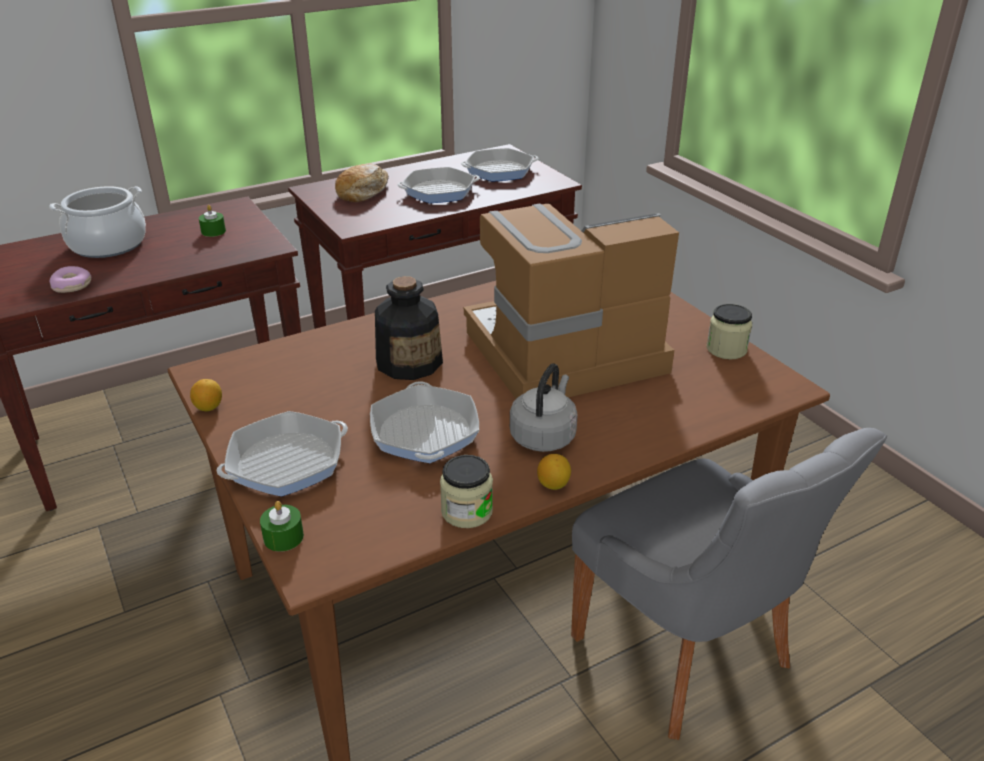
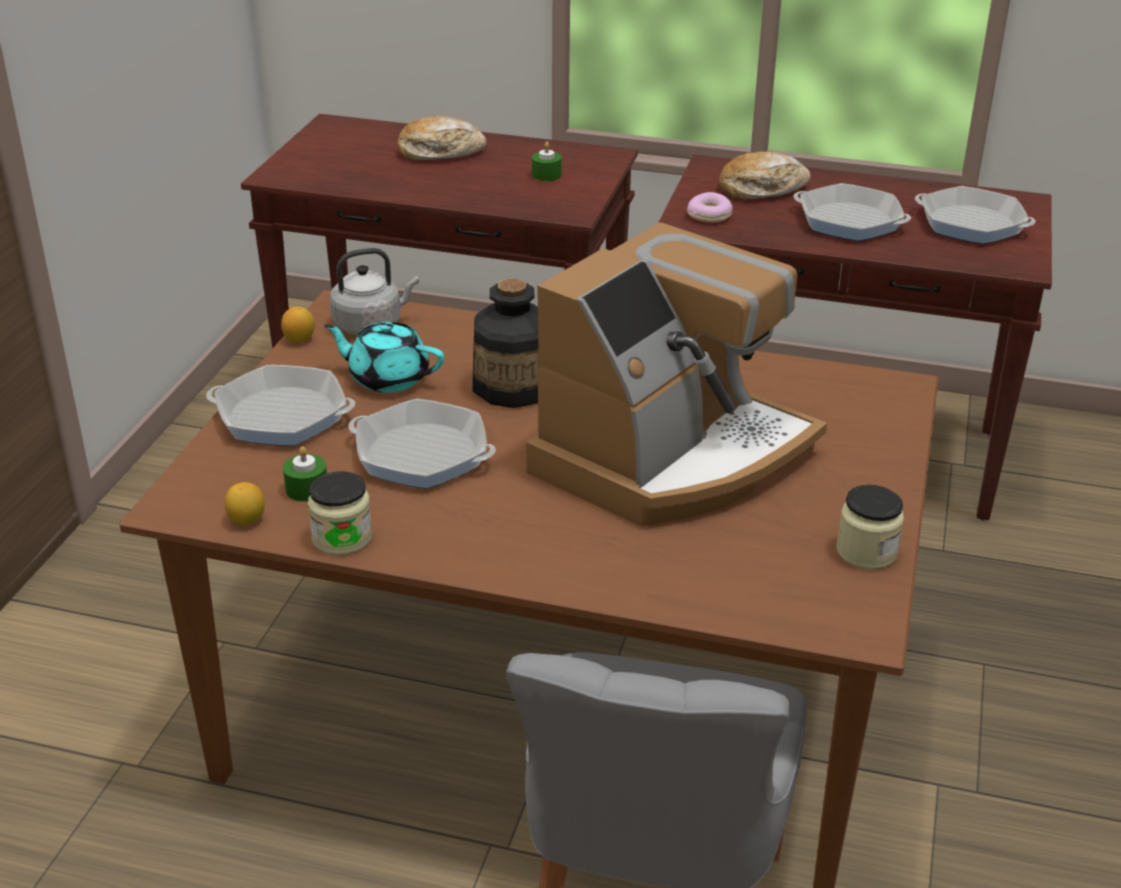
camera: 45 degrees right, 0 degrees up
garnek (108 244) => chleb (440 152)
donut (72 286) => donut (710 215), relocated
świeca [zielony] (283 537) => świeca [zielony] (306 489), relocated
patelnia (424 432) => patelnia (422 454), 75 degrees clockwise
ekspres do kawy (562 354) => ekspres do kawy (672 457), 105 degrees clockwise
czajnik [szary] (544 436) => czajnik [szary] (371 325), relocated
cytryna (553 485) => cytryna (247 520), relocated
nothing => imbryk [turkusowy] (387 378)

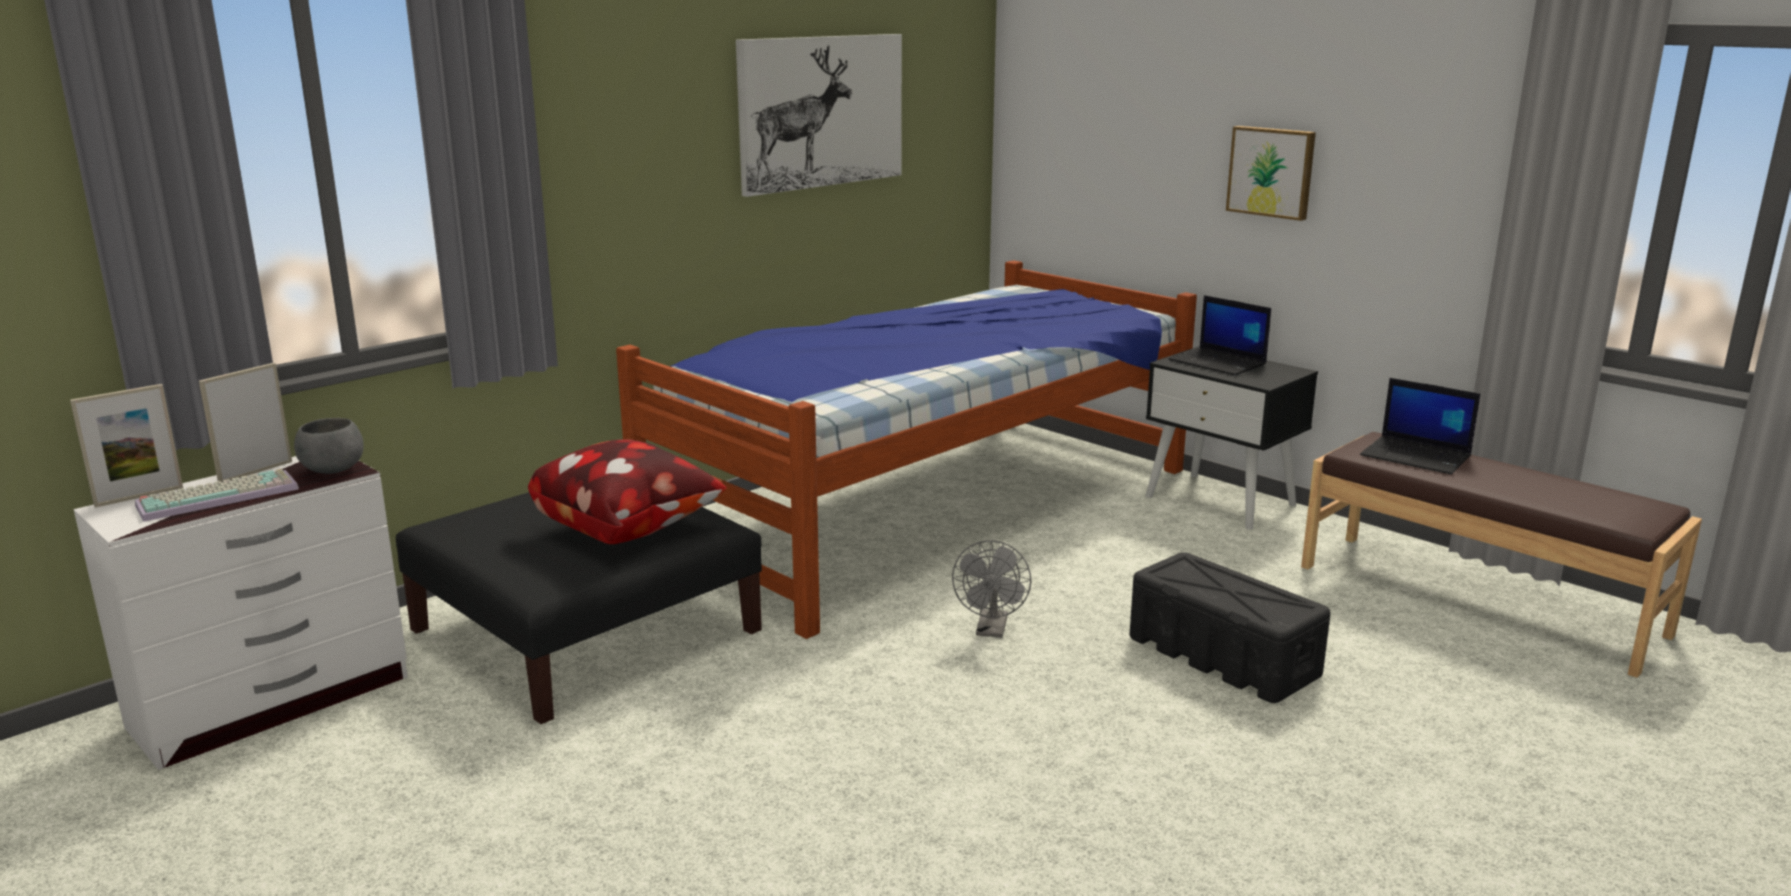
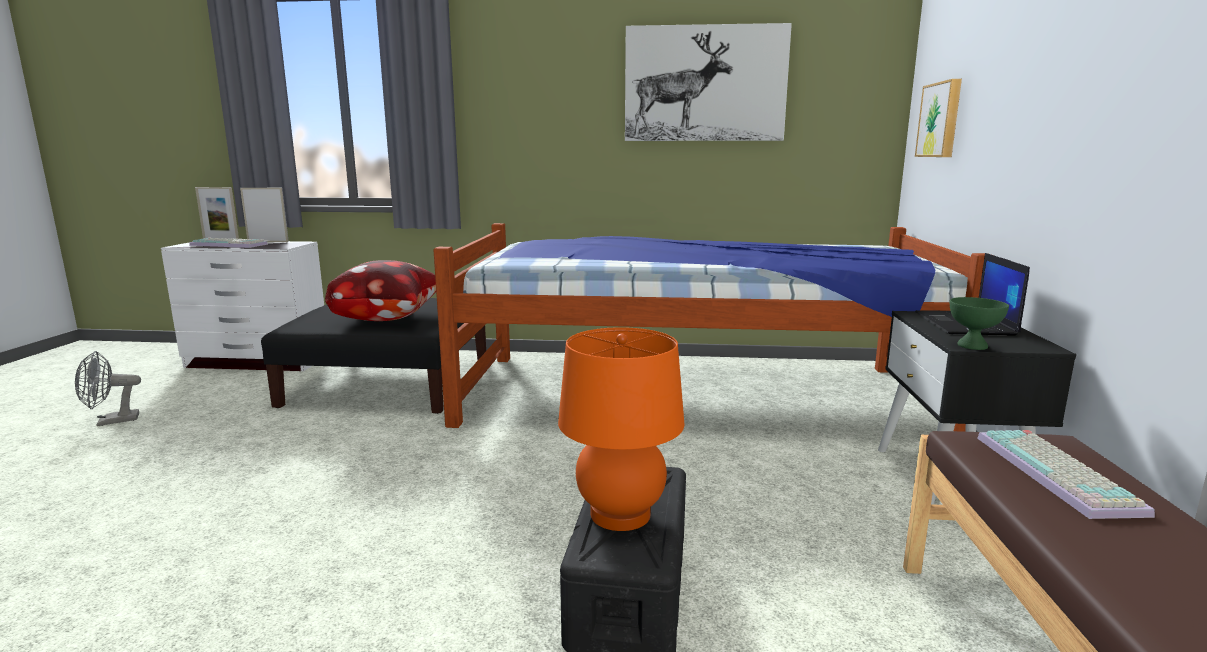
camera: 50 degrees right, 5 degrees down
miska [szary] (333 470) => nothing
wentylator [szary] (991 630) => wentylator [szary] (111 421), relocated
obraz (1272 172) => obraz (941 120), relocated
laptop (1417 456) => klawiatura (1059 474)
nothing => lampa stołowa [pomarańczowy] (620 514)
nothing => miska [zielony] (972 345)

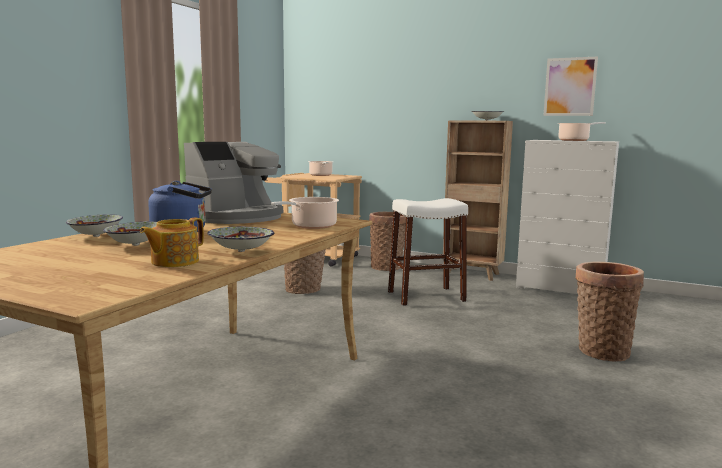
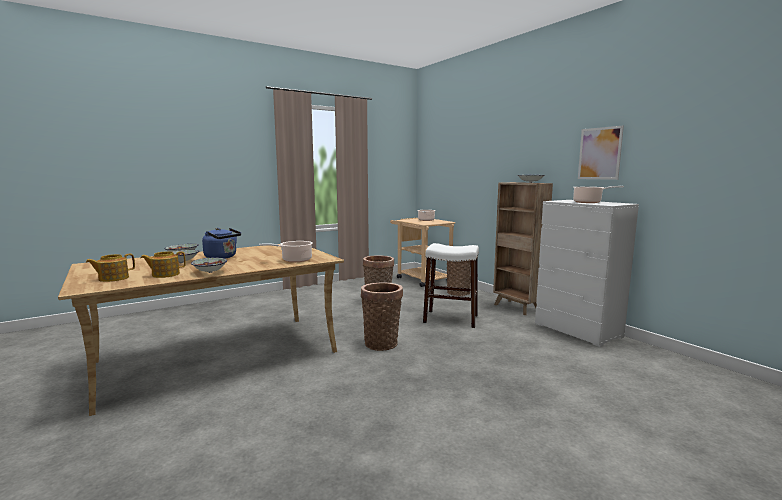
camera: 30 degrees right, 0 degrees up
ekspres do kawy (236 217) => nothing
koszyk (601 350) => koszyk (382 343), relocated
nothing => imbryk (113 278)

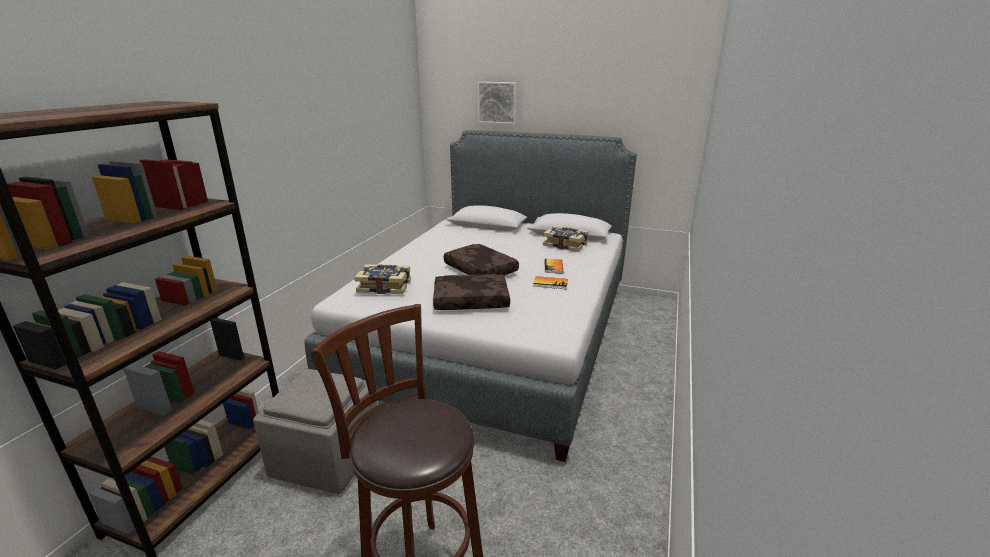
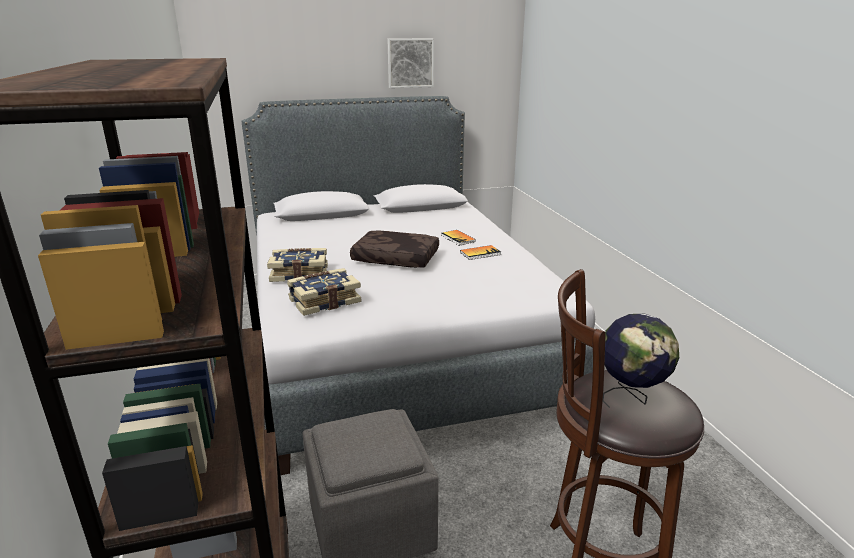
camera: 35 degrees left, 0 degrees up
poduszka [brązowy] (471 300) => nothing
obraz (497 102) => obraz (410 63), relocated
książka (565 245) => książka (299 273), relocated
nothing => globus (631 398)

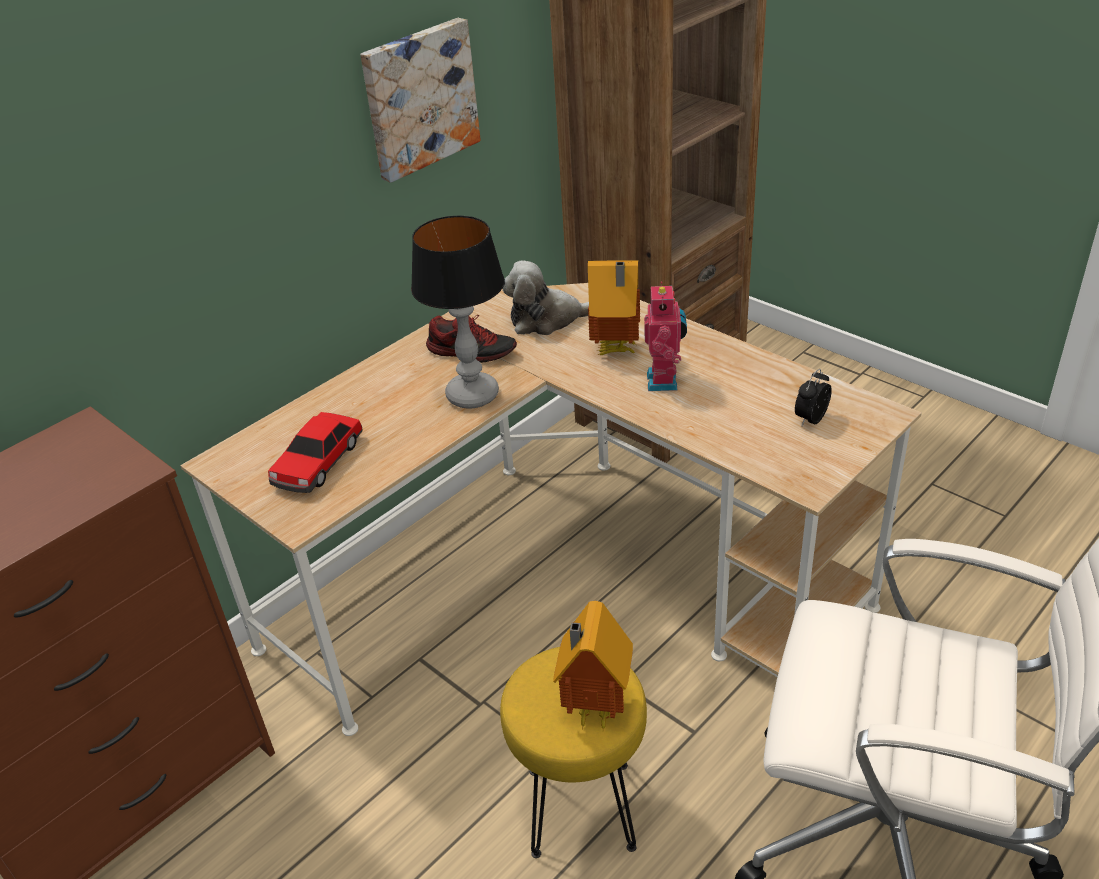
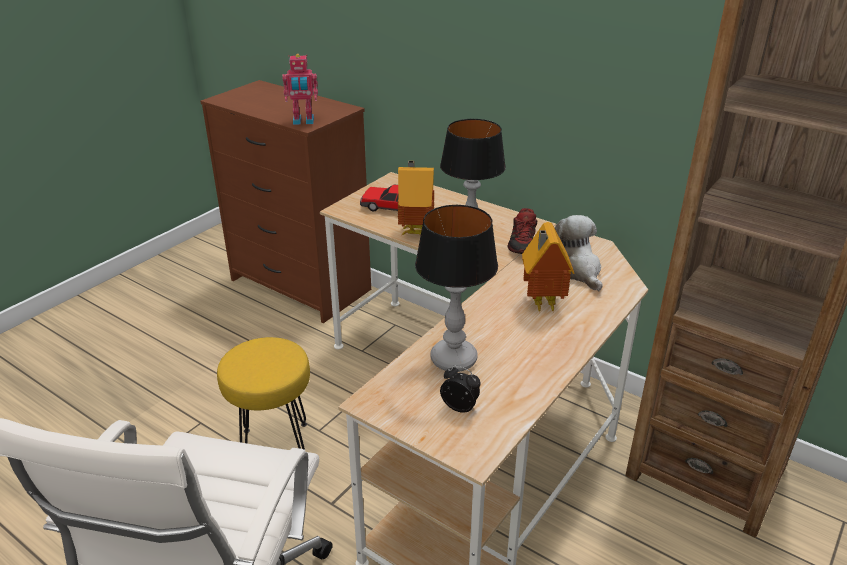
camera: 80 degrees right, 5 degrees down
obraz (419 98) => nothing
domek (592 709) => domek (415 231), relocated
robot zabawkowy (665 381) => robot zabawkowy (303 121), relocated
nothing => lampa stołowa (454 360)

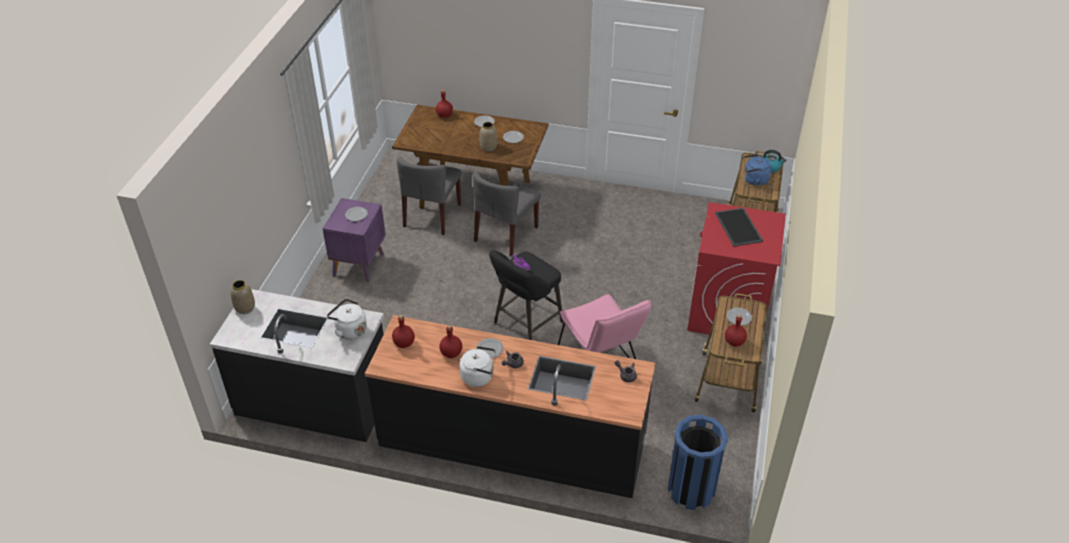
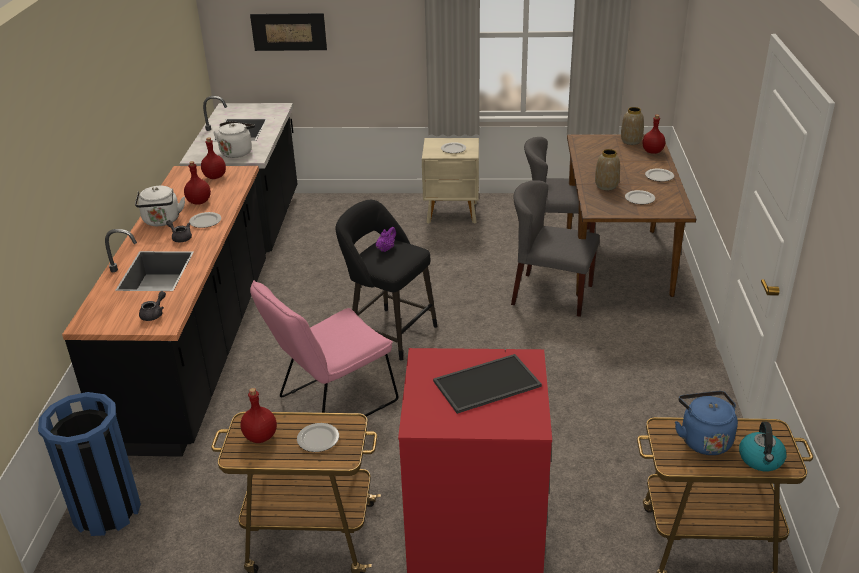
camera: 80 degrees right, 10 degrees down
wazon (245 308) => wazon (631 141), relocated
szafka nocna [fioletowy] (359 264) => szafka nocna [beżowy] (452 213)
nothing => obraz (289 32)

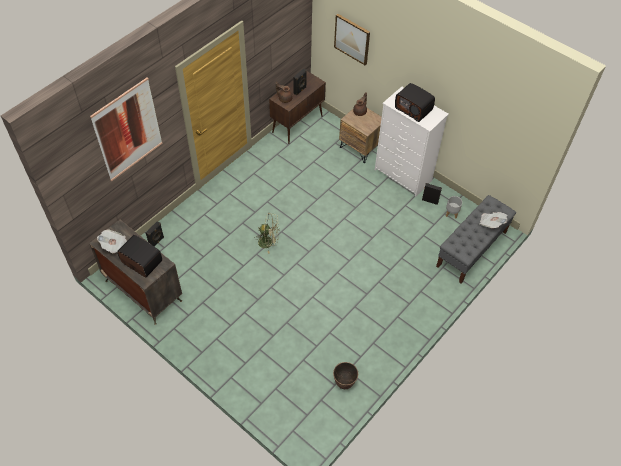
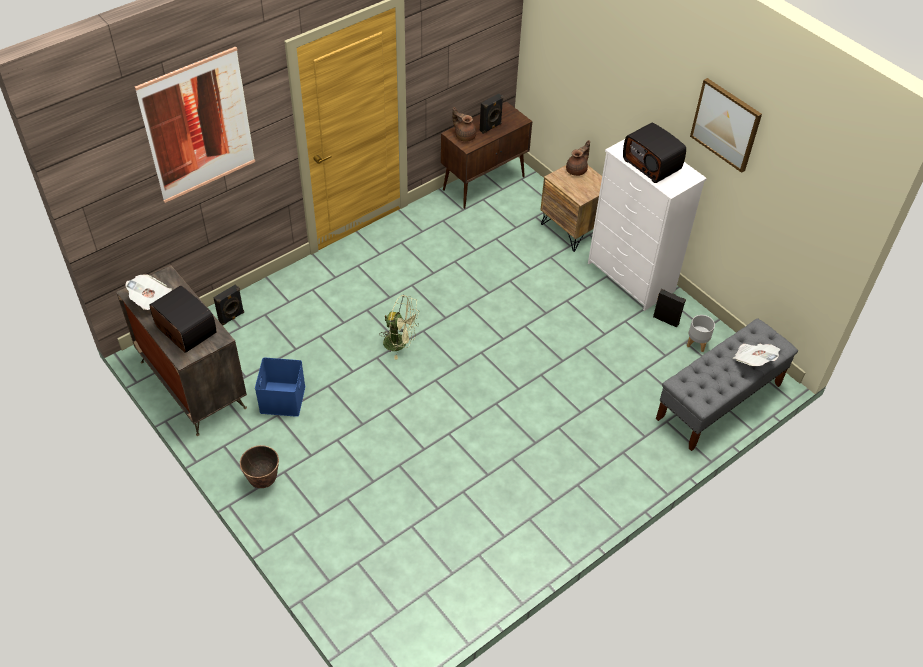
camera: 10 degrees right, 5 degrees down
donica (344 383) => donica (263 480), relocated
obraz (352 39) => obraz (726 124), relocated
nothing => pojemnik do przechowywania [niebieski] (282 398)

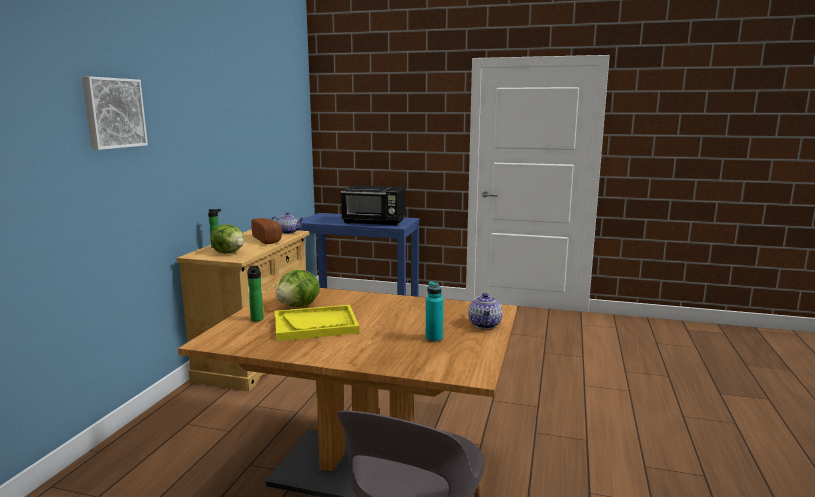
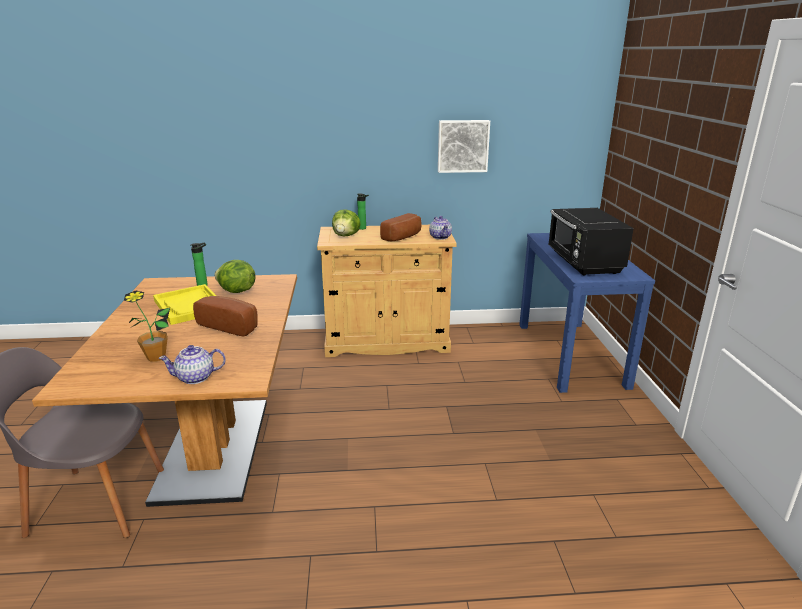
camera: 70 degrees right, 10 degrees up
obraz (113 113) => obraz (462 146), relocated
butelka [turkusowy] (434 338) => roślina doniczkowa (156 357)
nothing => chleb (231 325)

